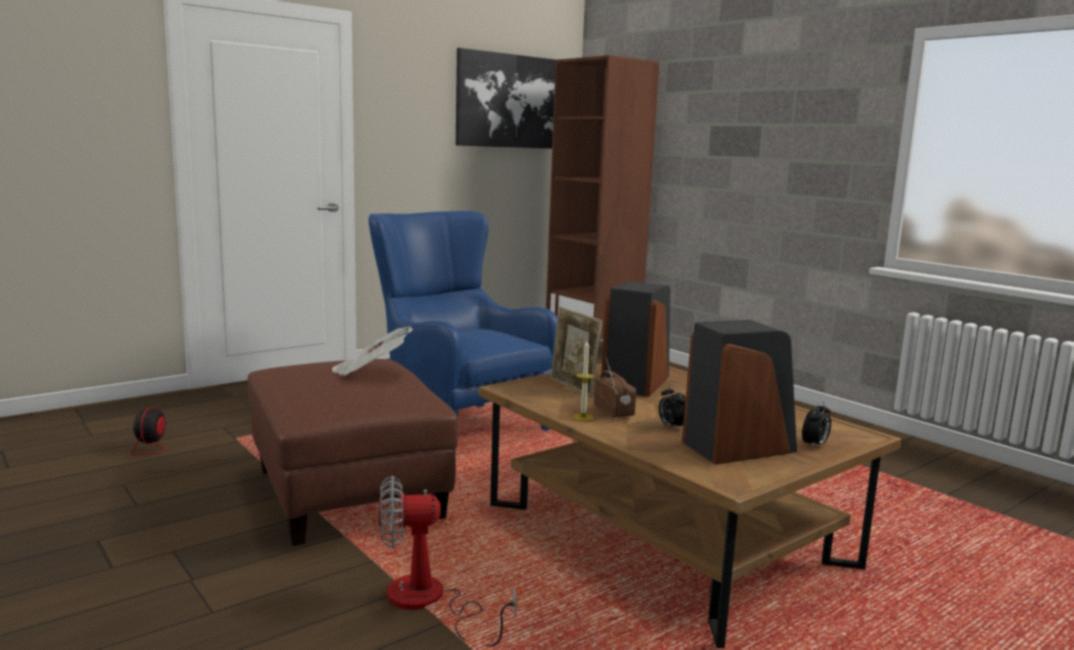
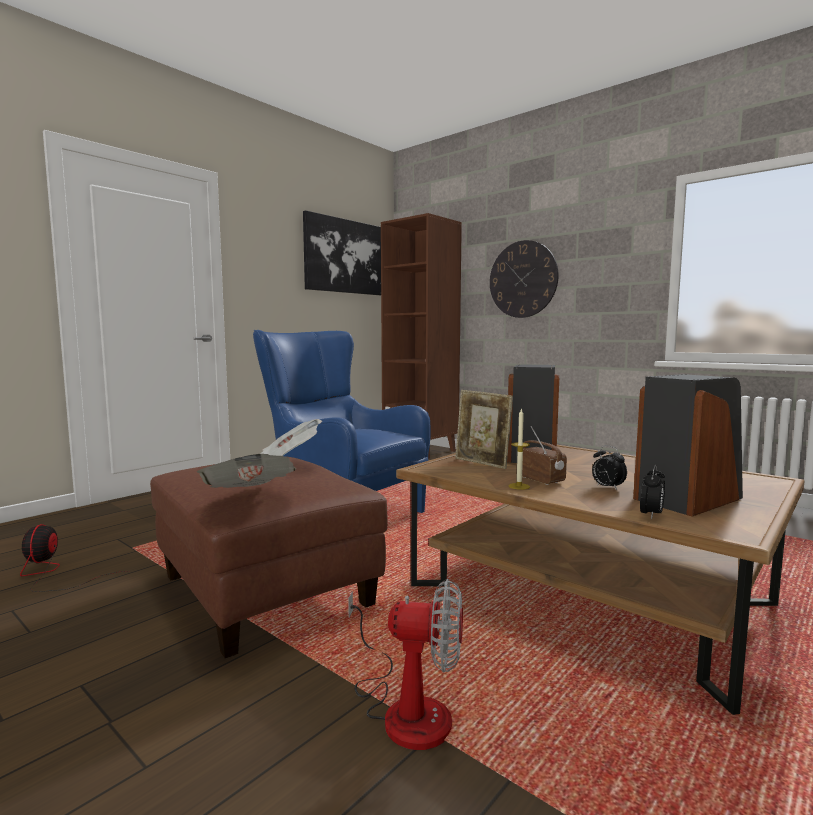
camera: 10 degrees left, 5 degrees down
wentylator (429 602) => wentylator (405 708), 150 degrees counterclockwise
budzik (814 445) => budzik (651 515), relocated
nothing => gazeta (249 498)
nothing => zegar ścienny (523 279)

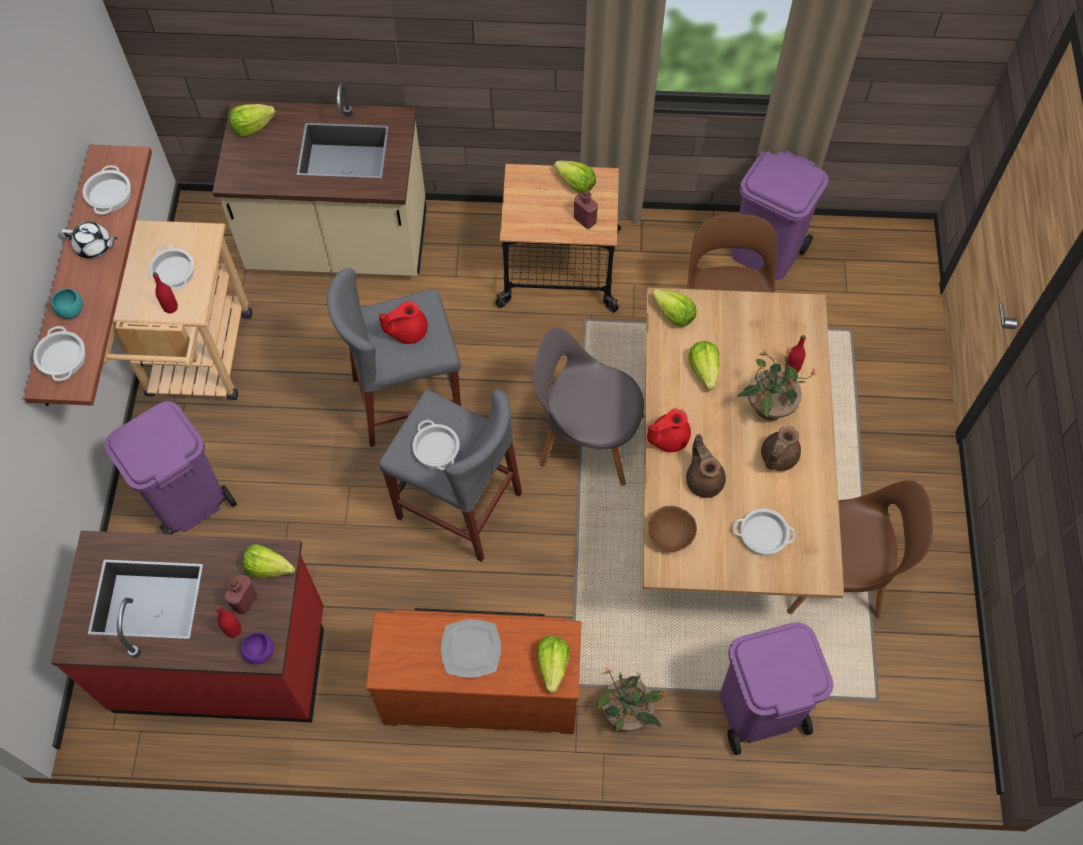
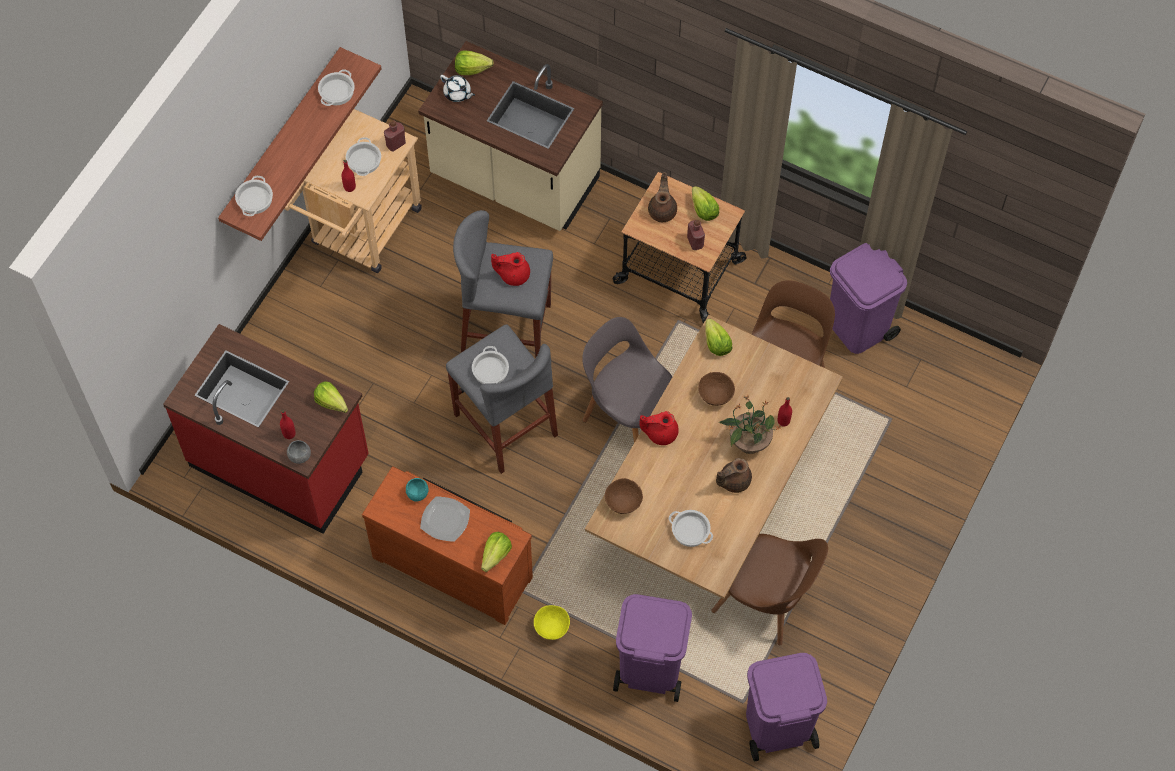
camera: 25 degrees right, 0 degrees up
miska [turkusowy] (71 310) => miska [turkusowy] (417 493), relocated
imbryk [biały] (94 246) => imbryk [biały] (457 93), relocated
kosz na śmieci [fioletowy] (187 502) => kosz na śmieci [fioletowy] (777 727), relocated
butelka [czerwony] (244 601) => butelka [czerwony] (396 144), relocated
miska [fioletowy] (259 652) => miska [szary] (299 456)
roślina doniczkowa (627 712) => miska [żółty] (551 627)
imbryk [brązowy] (704 479) => imbryk [brązowy] (663 210), relocated
sałata (704 371) => miska [brązowy] (715 395)

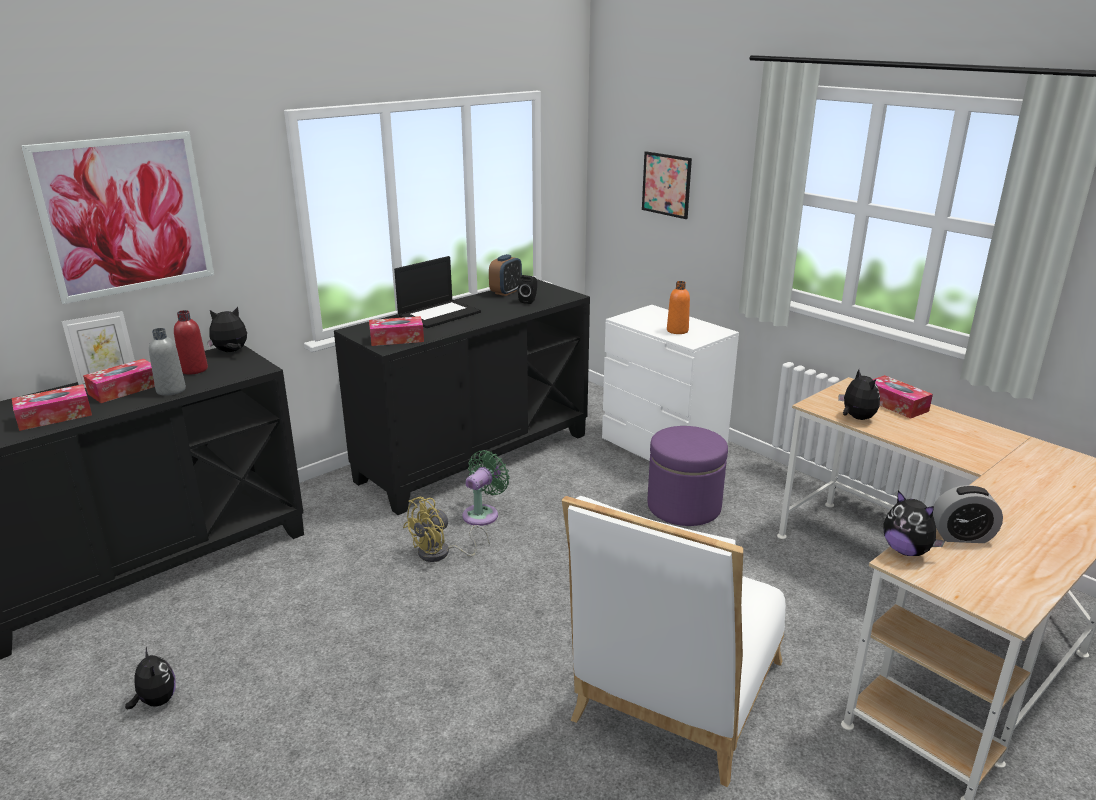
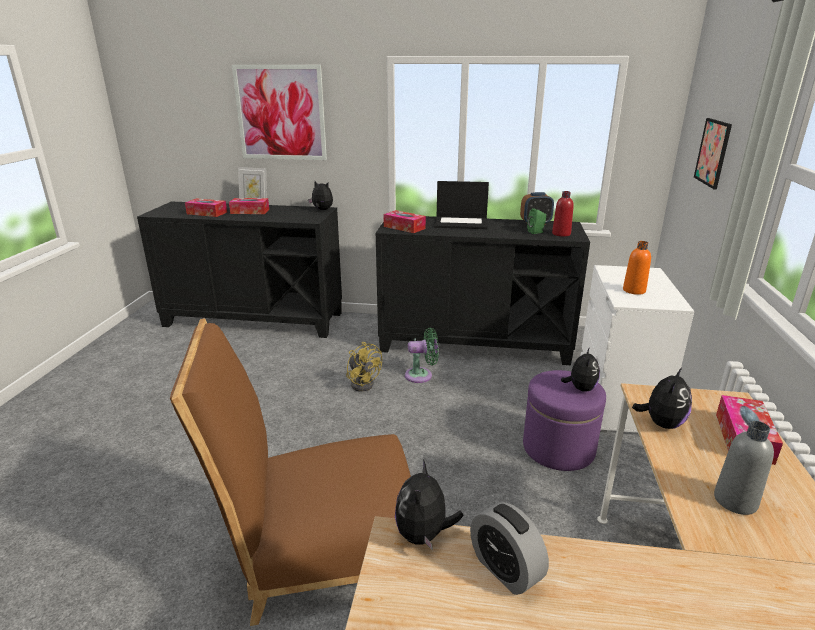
camera: 50 degrees right, 0 degrees up
pluszak (156 701) => pluszak (580 388), relocated
butelka [szary] (171 390) => butelka [szary] (735 501), relocated
butelka [czerwony] (194 370) => butelka [czerwony] (561 234), relocated
wentylator [żółty] (441 554) => wentylator [żółty] (363 383), 135 degrees counterclockwise
głośnik [czarny] (529 301) => głośnik [zielony] (536 232)
krzesło [biały] (674 699) => krzesło [brązowy] (322 551)

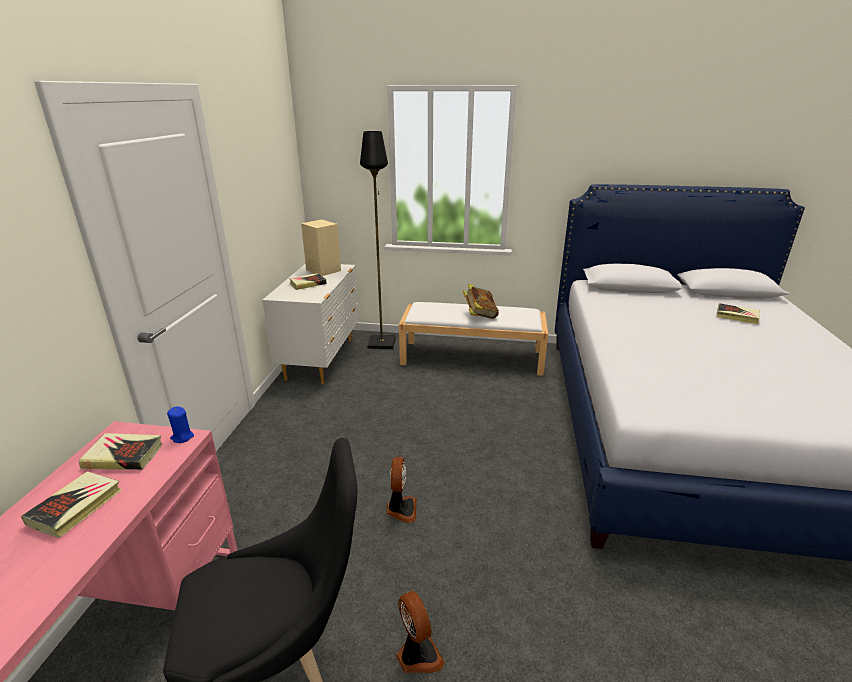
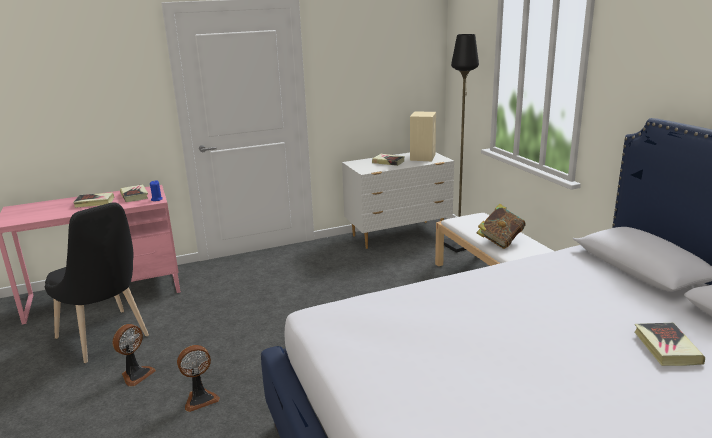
camera: 60 degrees right, 5 degrees down
wentylator (401 509) => wentylator (200 398), relocated

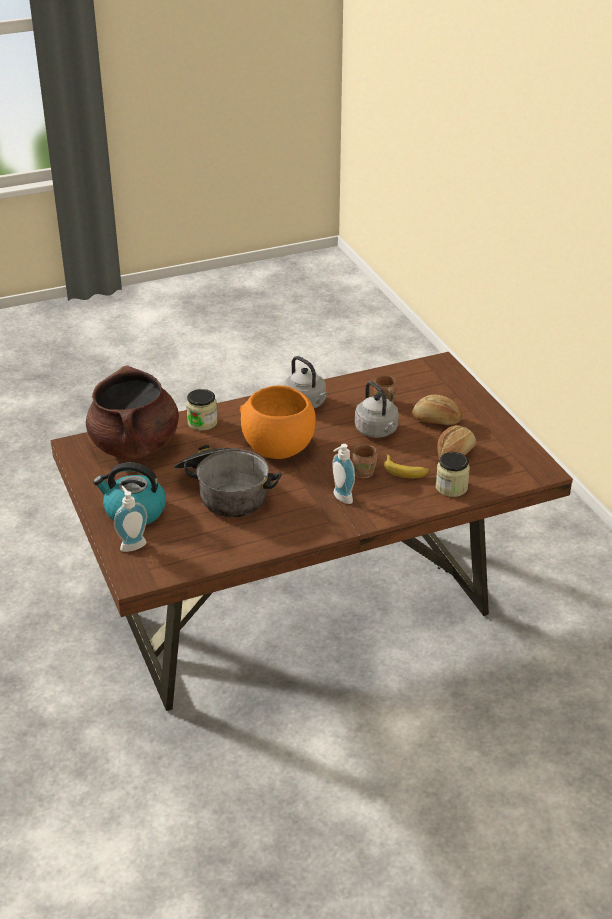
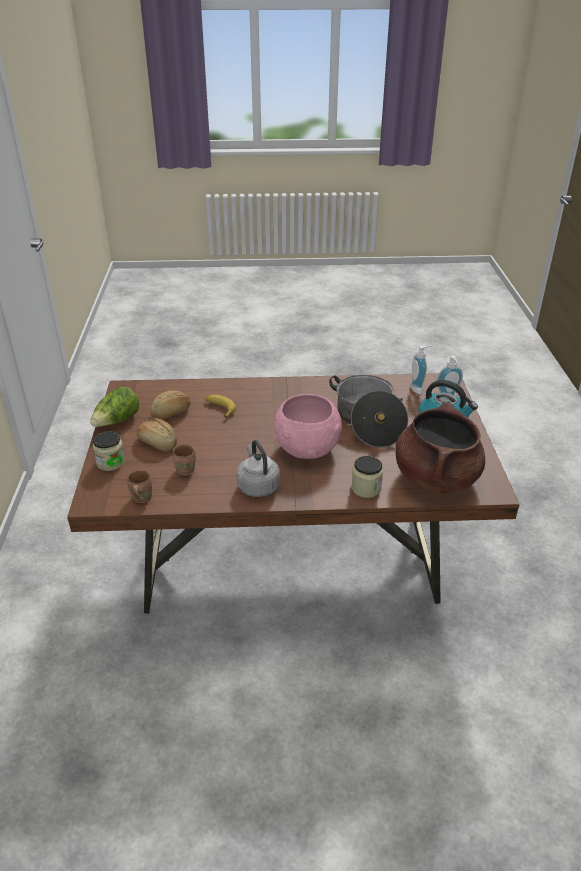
camera: 160 degrees left, 0 degrees up
miska [pomarańczowy] (277 446) => miska [różowy] (308 449)
dozownik mydła (340 498) => dozownik mydła (418 389), relocated
kubek [brązowy] (364 472) => kubek [brązowy] (140 498), relocated
czajnik [szary] (377 431) => nothing
słoik (451 487) => słoik (110 462), relocated
nothing => sałata (117 421)

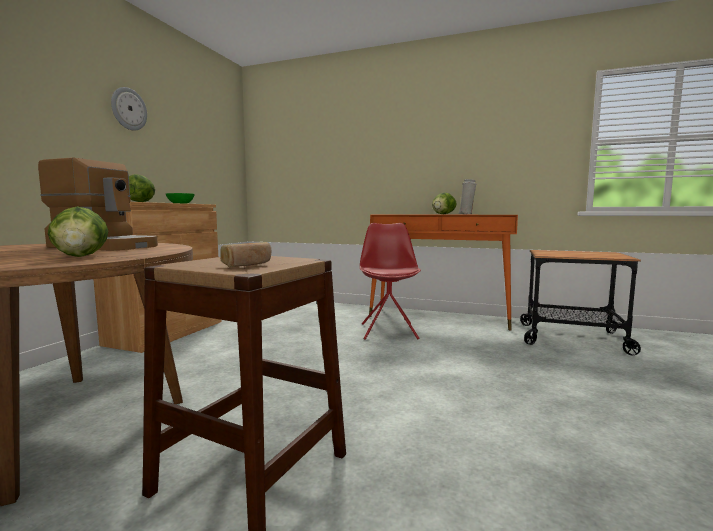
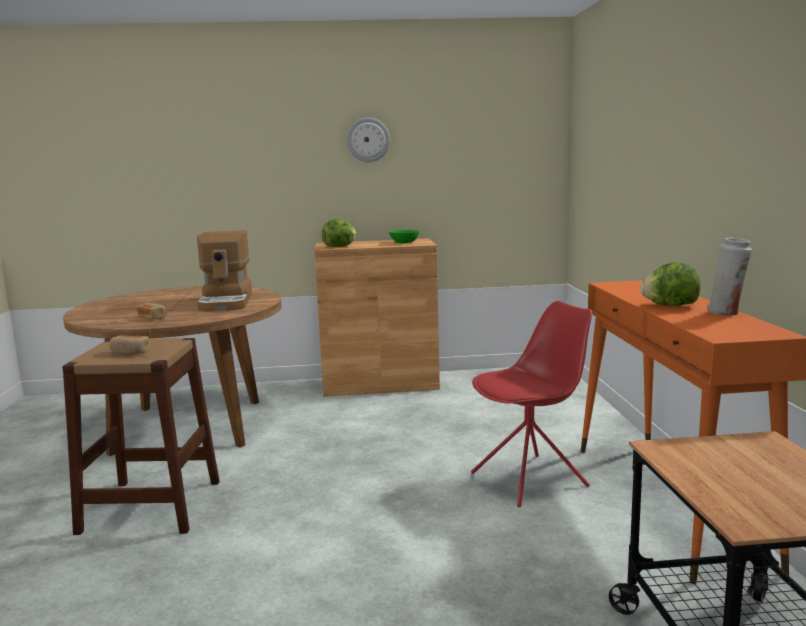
camera: 65 degrees right, 5 degrees up
sałata (81 256) => chleb (153 317)

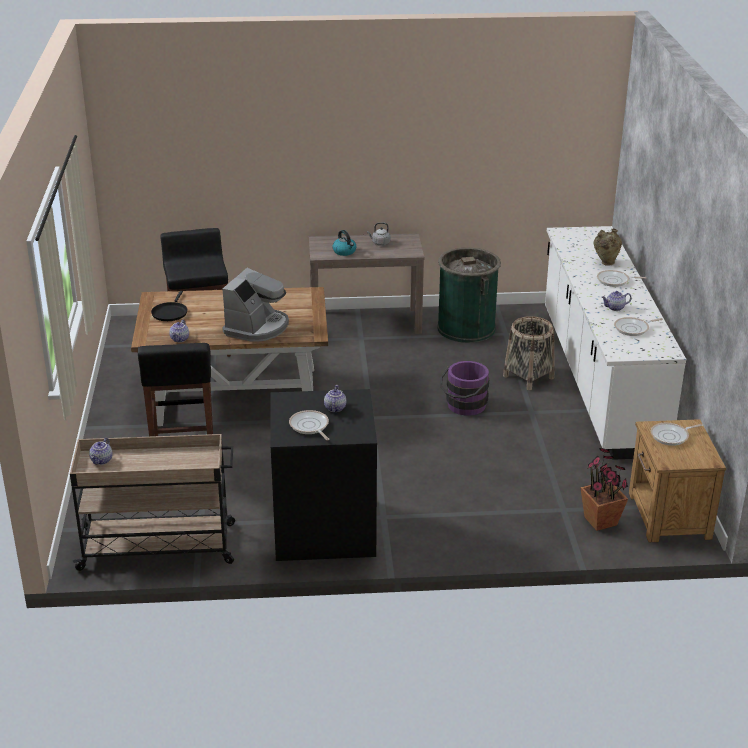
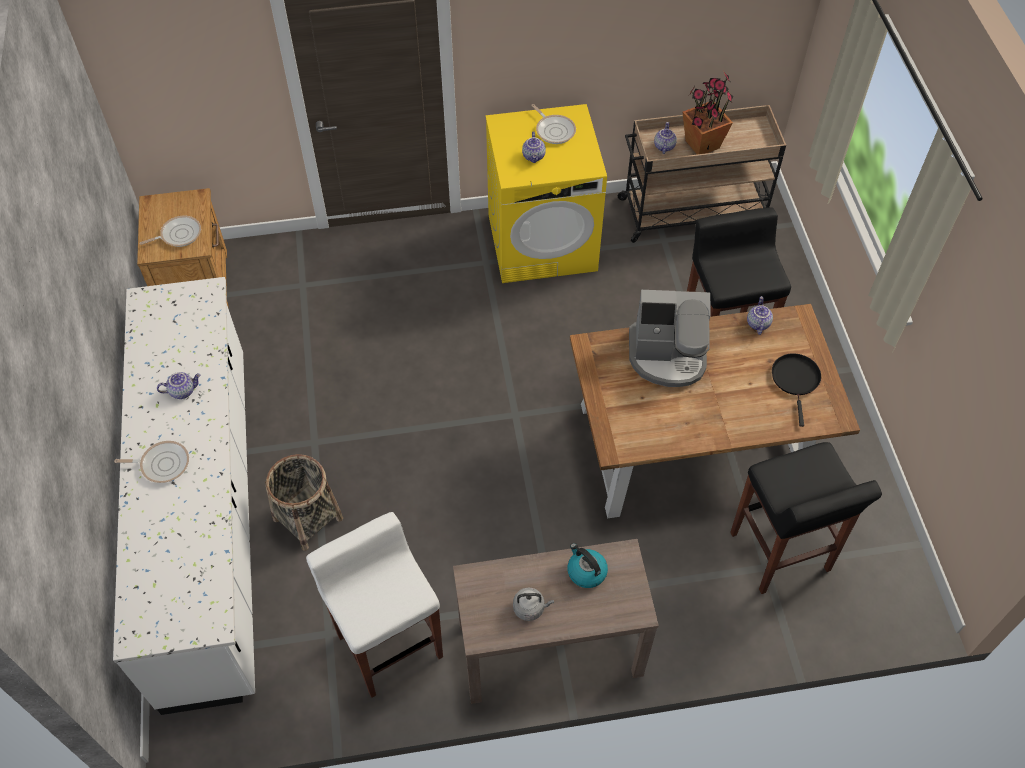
camera: 175 degrees right, 25 degrees up
imbryk (102 460) => imbryk (663 146), relocated
ekspres do kawy (257 327) => ekspres do kawy (668 356), 105 degrees counterclockwise
pralka [czarny] (323 529) => pralka [żółty] (543 242)
kosz na śmieci [zielony] (466 328) => stołek [biały] (389 644)
wiadro [fioletowy] (464 407) => nothing
roślina doniczkowa (601 521) => roślina doniczkowa (701 144), relocated
wazon [beżowy] (605 263) => nothing
patelnia (633 329) => nothing

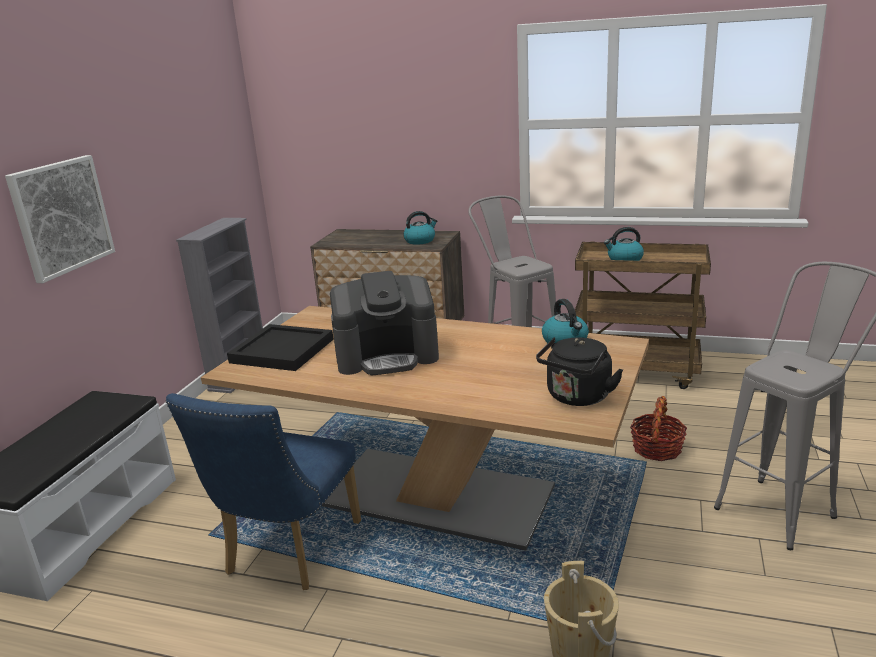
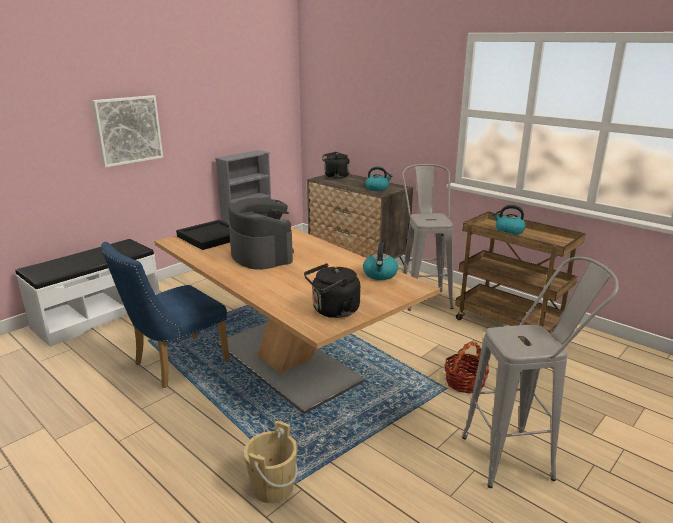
camera: 25 degrees right, 0 degrees up
ekspres do kawy (387 356) => ekspres do kawy (261 255), 135 degrees counterclockwise
nothing => czajnik [czarny] (335 176)

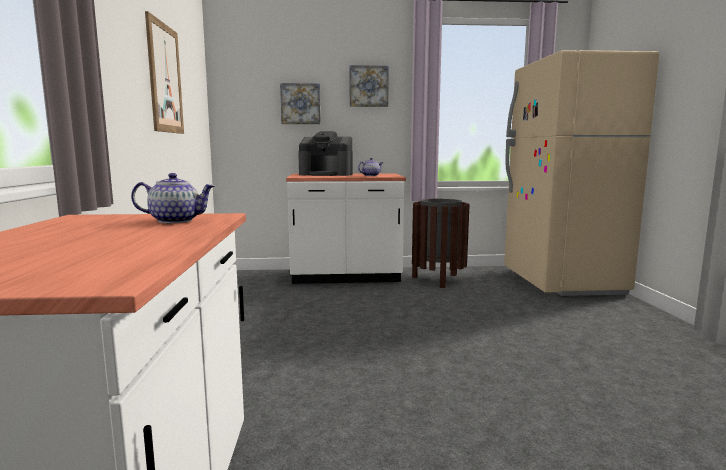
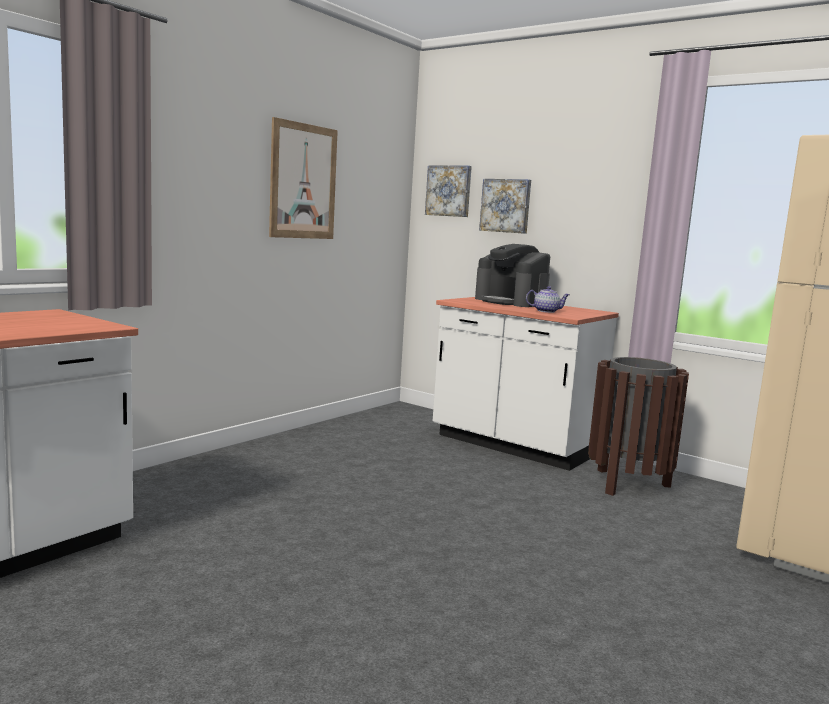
camera: 40 degrees right, 0 degrees up
imbryk (176 220) => nothing
obraz (368 86) => obraz (449 191), relocated

